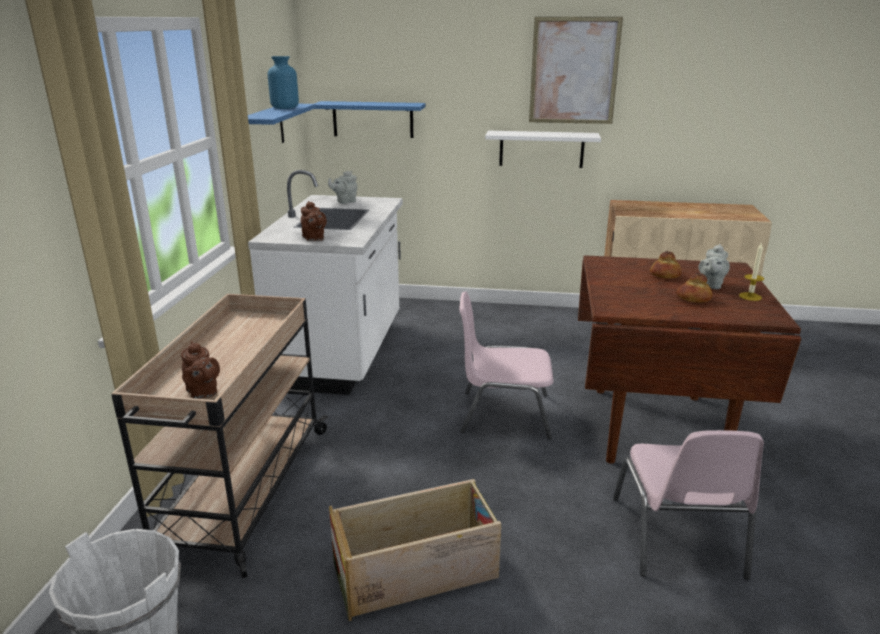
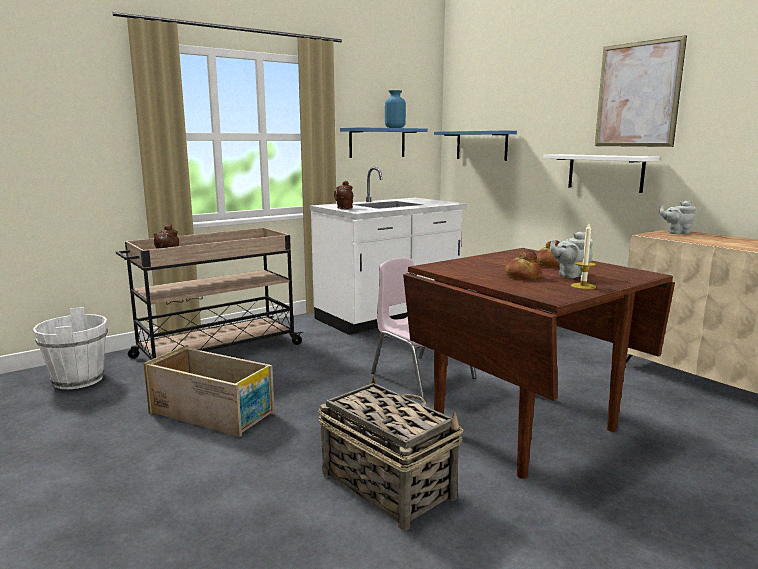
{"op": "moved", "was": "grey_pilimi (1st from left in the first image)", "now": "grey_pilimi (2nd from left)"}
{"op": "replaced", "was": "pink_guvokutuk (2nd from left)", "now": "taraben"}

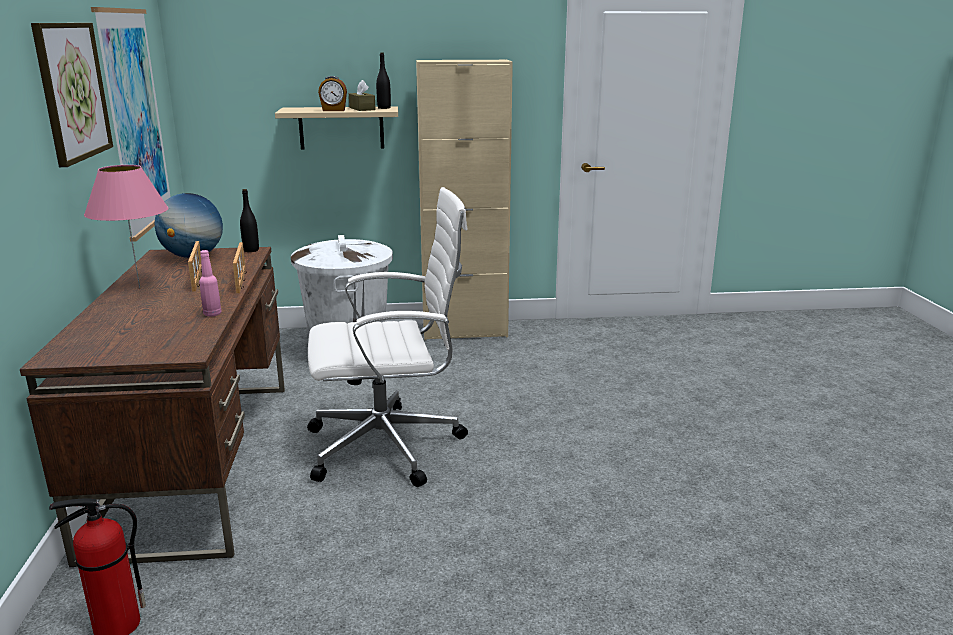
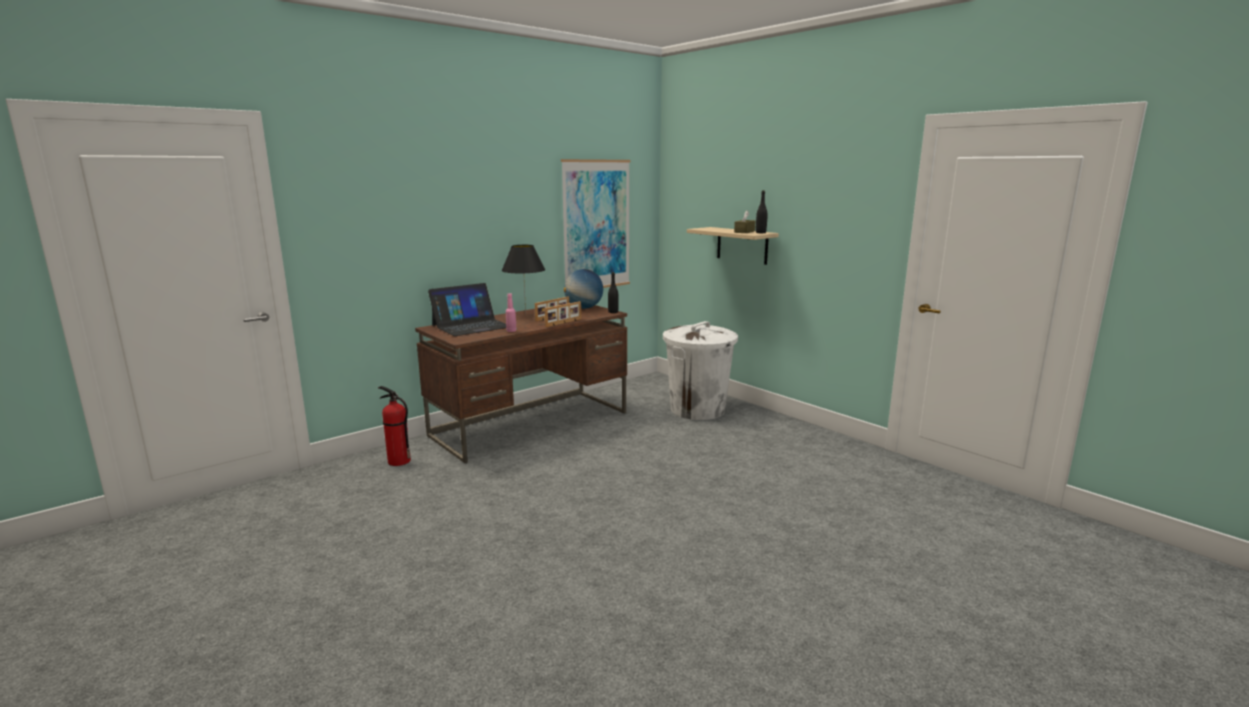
{"op": "removed", "was": "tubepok (1st from left)"}
{"op": "recoloured", "was": "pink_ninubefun", "now": "black_ninubefun"}
{"op": "removed", "was": "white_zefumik"}
{"op": "removed", "was": "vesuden"}
{"op": "removed", "was": "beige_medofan"}
{"op": "added", "now": "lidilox"}

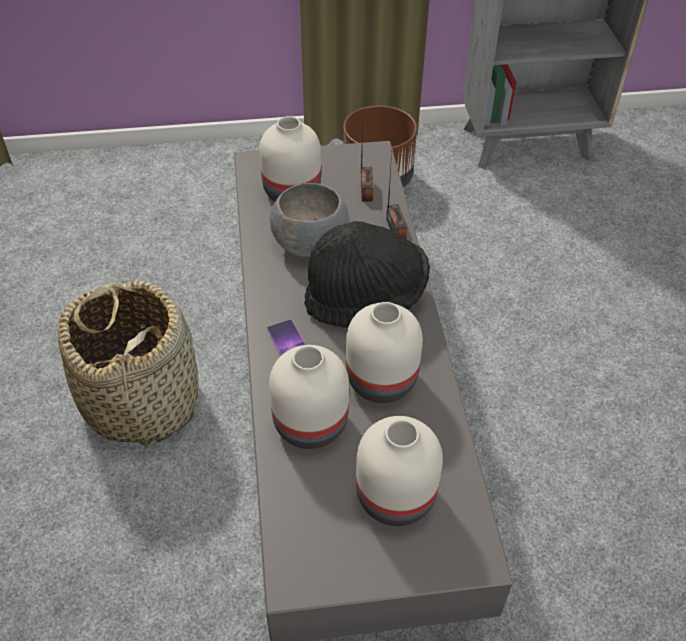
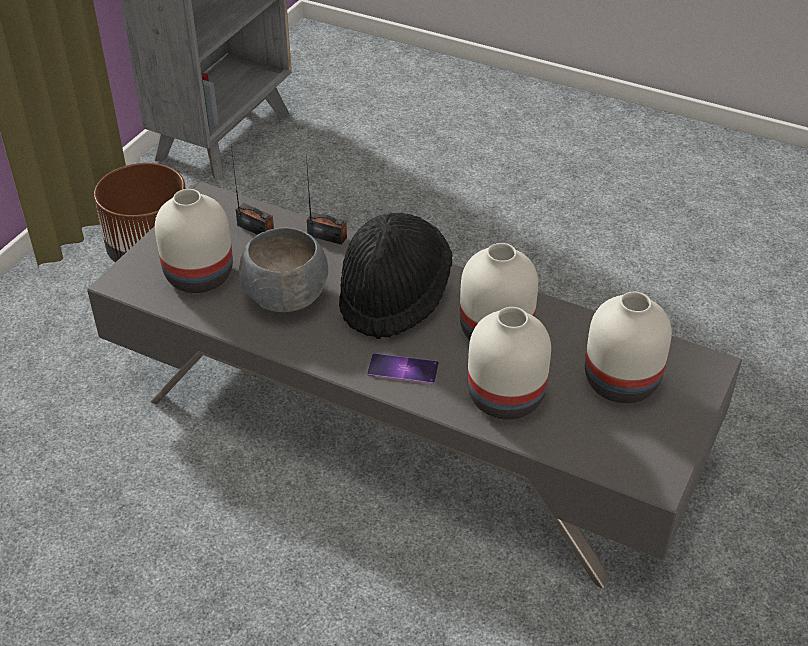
{"op": "removed", "was": "taraben"}

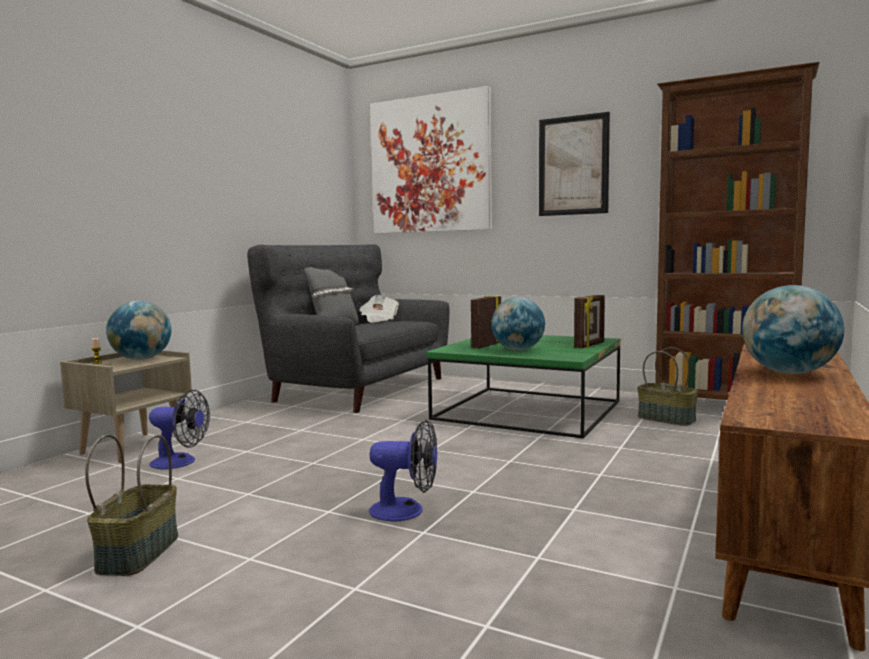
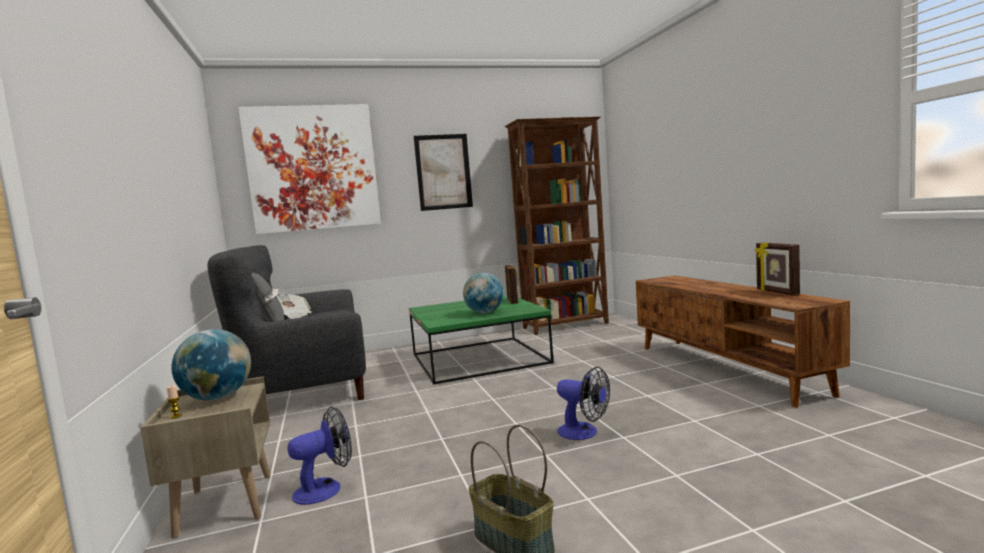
{"op": "turned", "was": "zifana (2nd from left)", "clockwise": 75}
{"op": "moved", "was": "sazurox (1st from left in the first image)", "now": "sazurox (2nd from left)"}
{"op": "removed", "was": "taraben (2nd from left)"}
{"op": "removed", "was": "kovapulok (3rd from left)"}

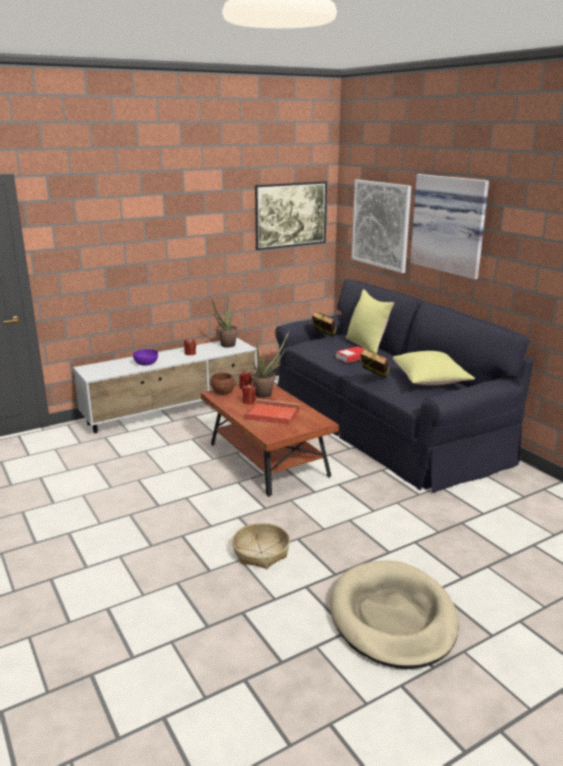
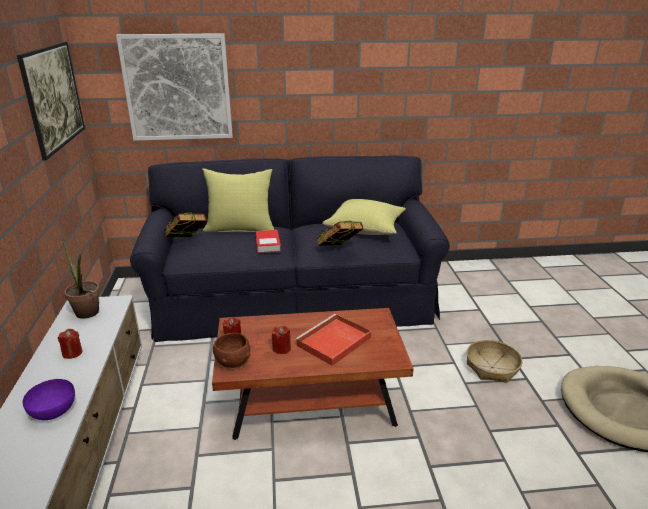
{"op": "moved", "was": "taraben"}
{"op": "removed", "was": "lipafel (2nd from left)"}
{"op": "removed", "was": "tubepok (3rd from left)"}

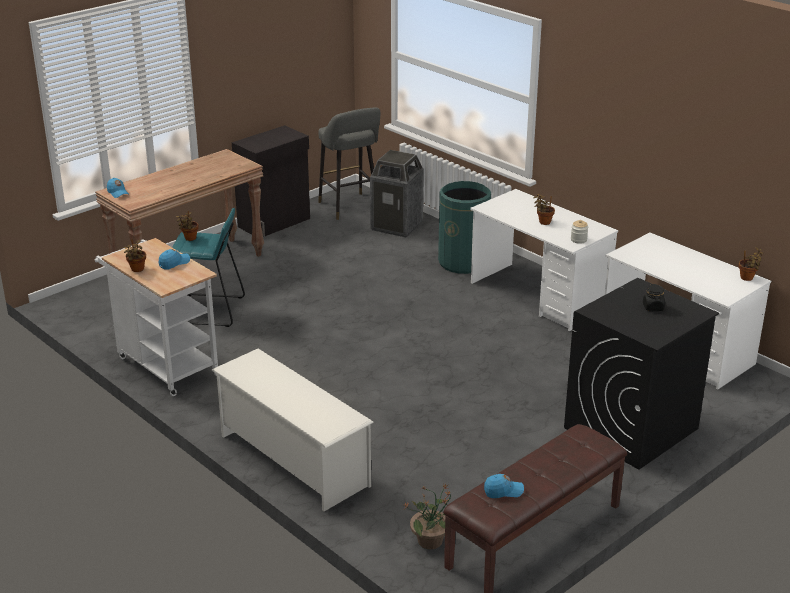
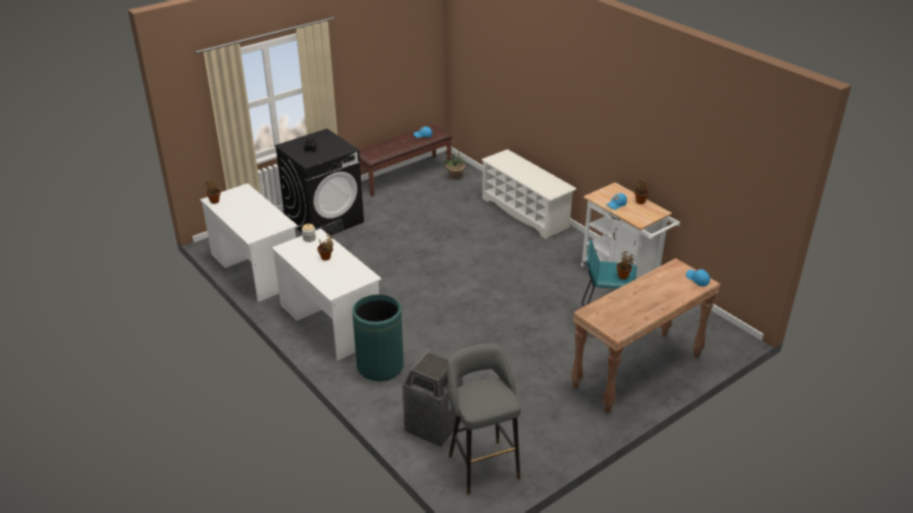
{"op": "removed", "was": "black_medofan"}

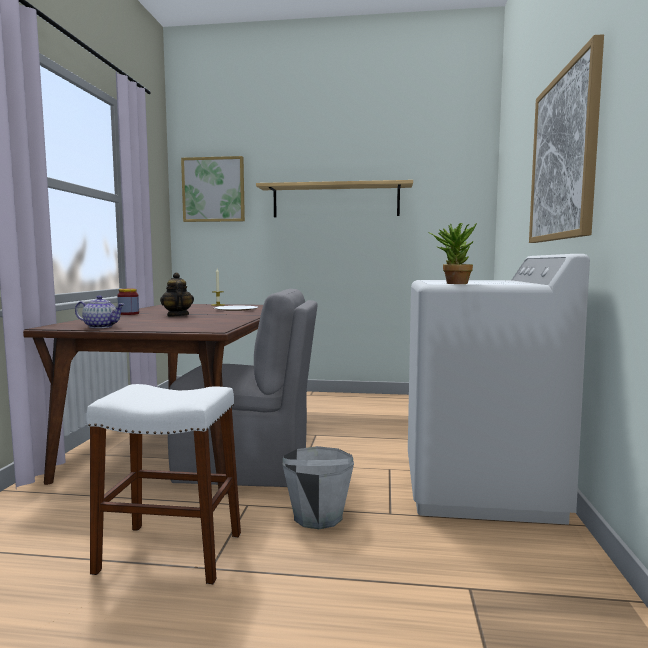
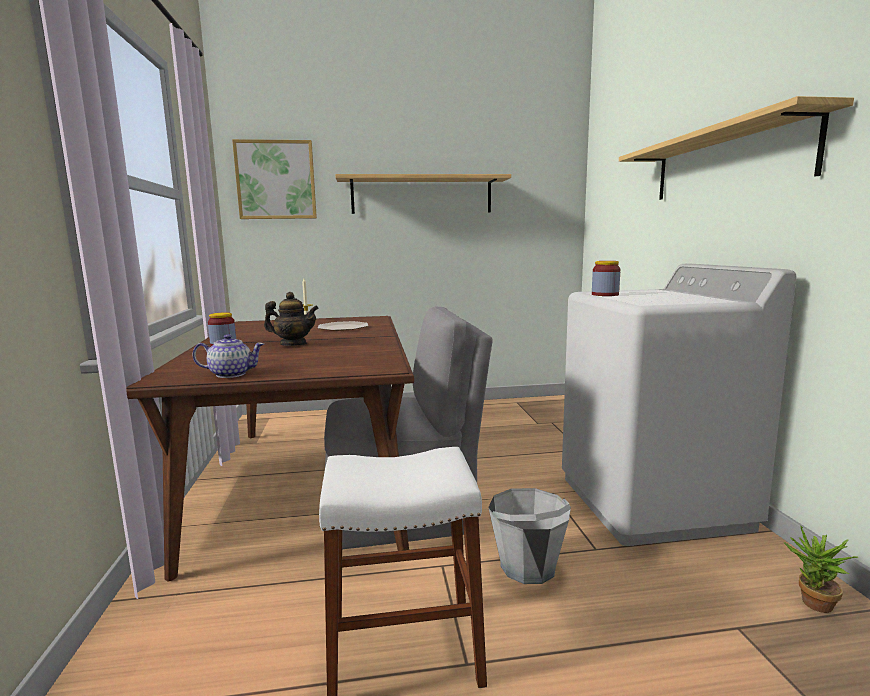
{"op": "turned", "was": "pilimi (2nd from left)", "clockwise": 135}
{"op": "moved", "was": "lipafel"}
{"op": "replaced", "was": "tubepok (2nd from left)", "now": "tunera (2nd from left)"}
{"op": "added", "now": "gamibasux (2nd from left)"}

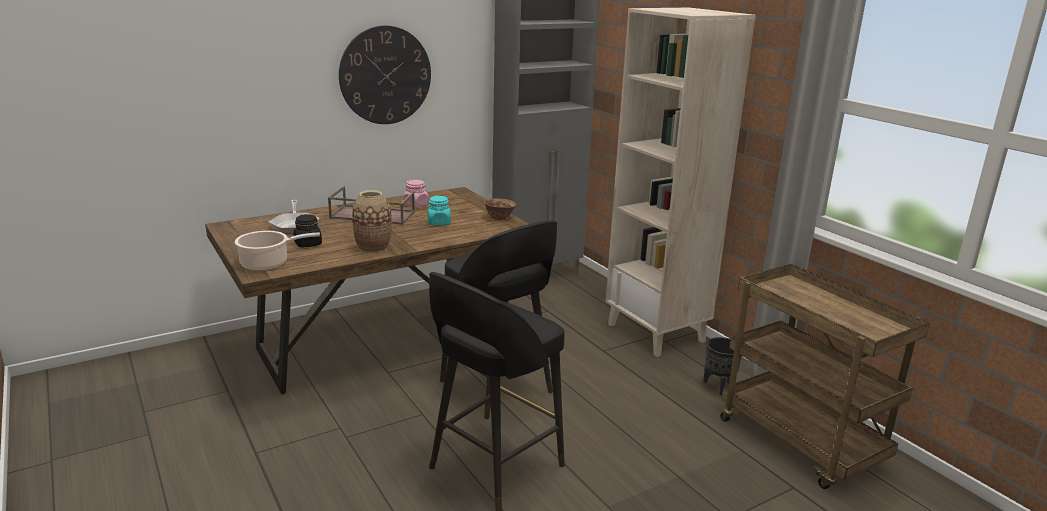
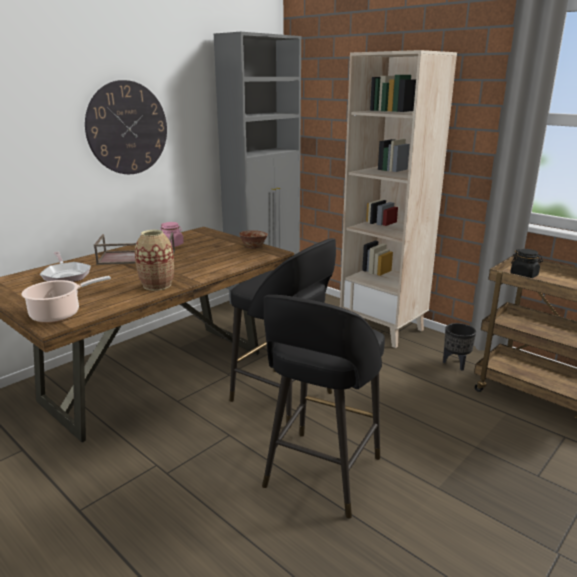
{"op": "moved", "was": "black_gamibasux"}
{"op": "removed", "was": "turquoise_gamibasux"}

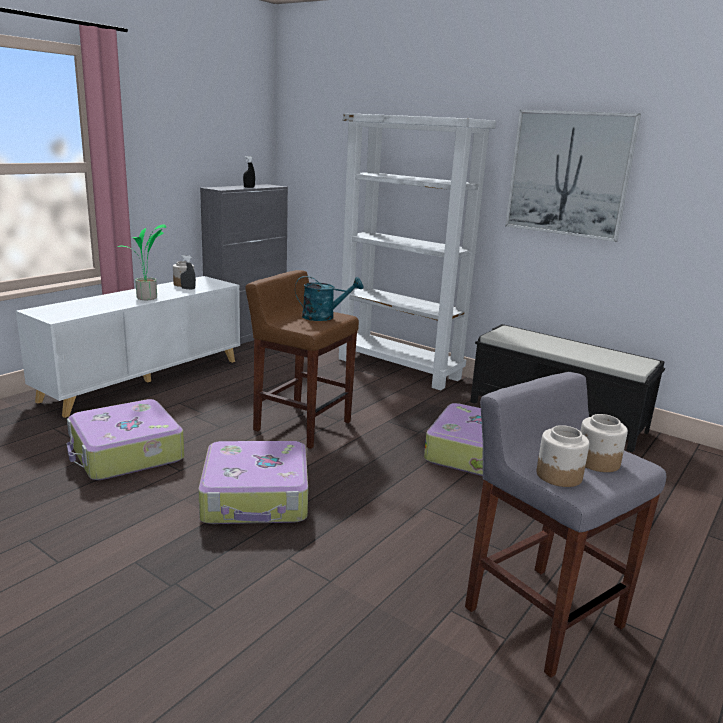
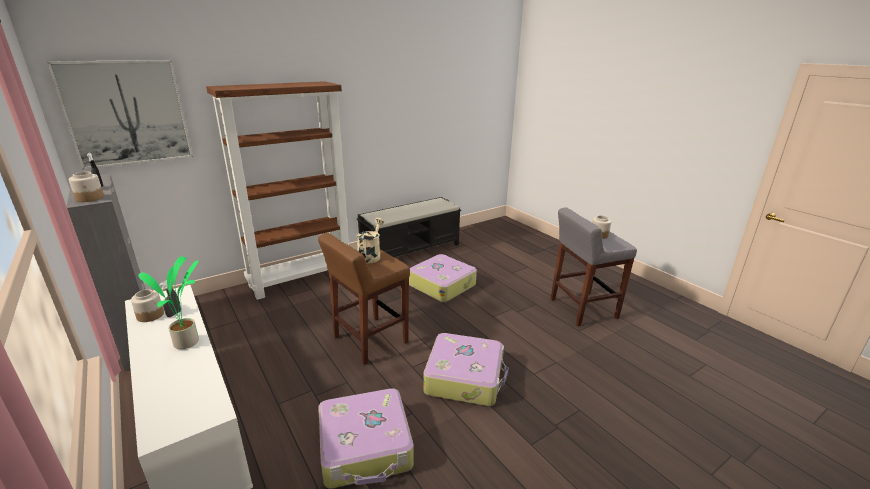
{"op": "recoloured", "was": "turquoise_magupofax", "now": "beige_magupofax"}
{"op": "recoloured", "was": "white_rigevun", "now": "brown_rigevun"}
{"op": "moved", "was": "tubepok"}
{"op": "moved", "was": "gamibasux (2nd from left in the first image)", "now": "gamibasux (1st from left)"}

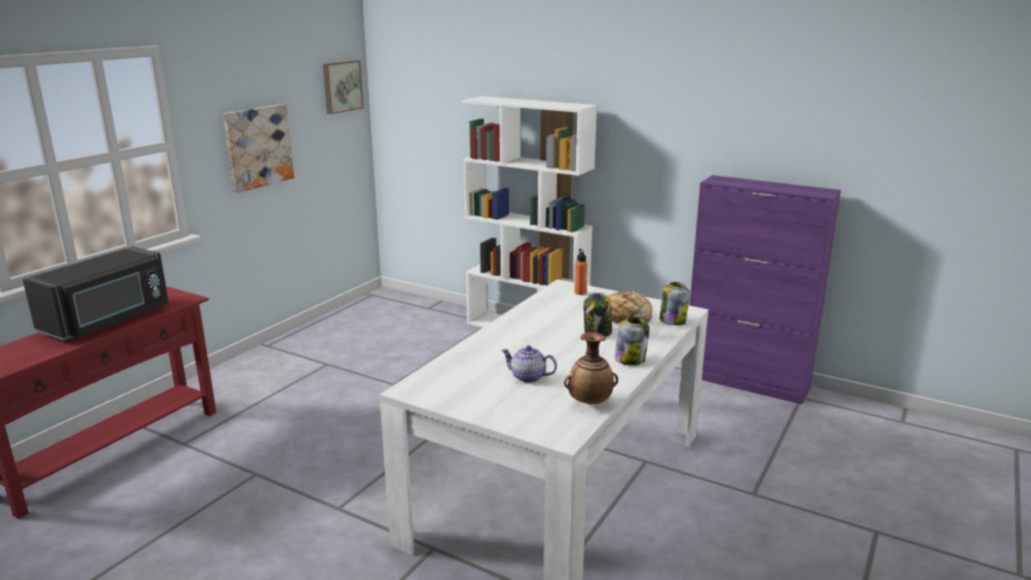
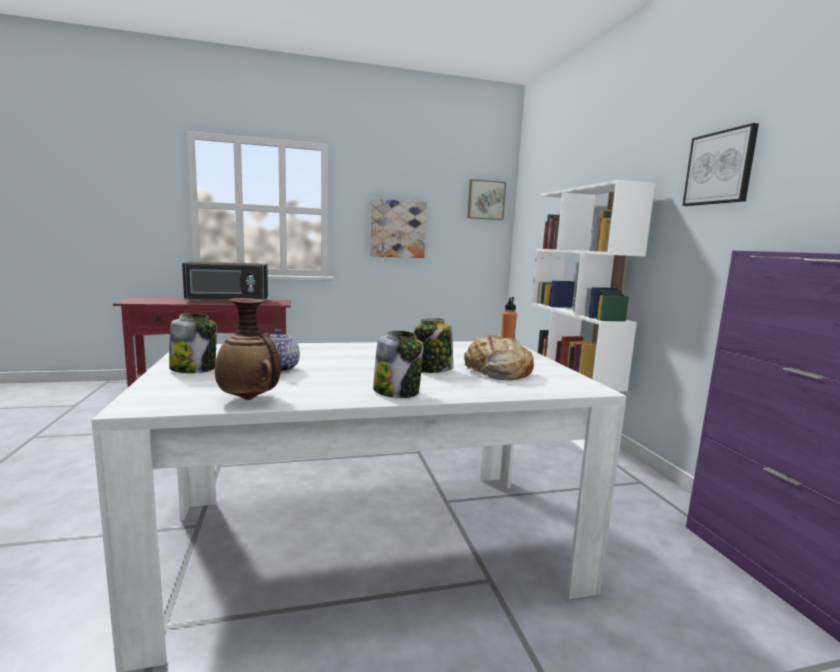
{"op": "moved", "was": "gamibasux (3rd from left in the first image)", "now": "gamibasux (1st from left)"}
{"op": "added", "now": "tubepok (3rd from left)"}

